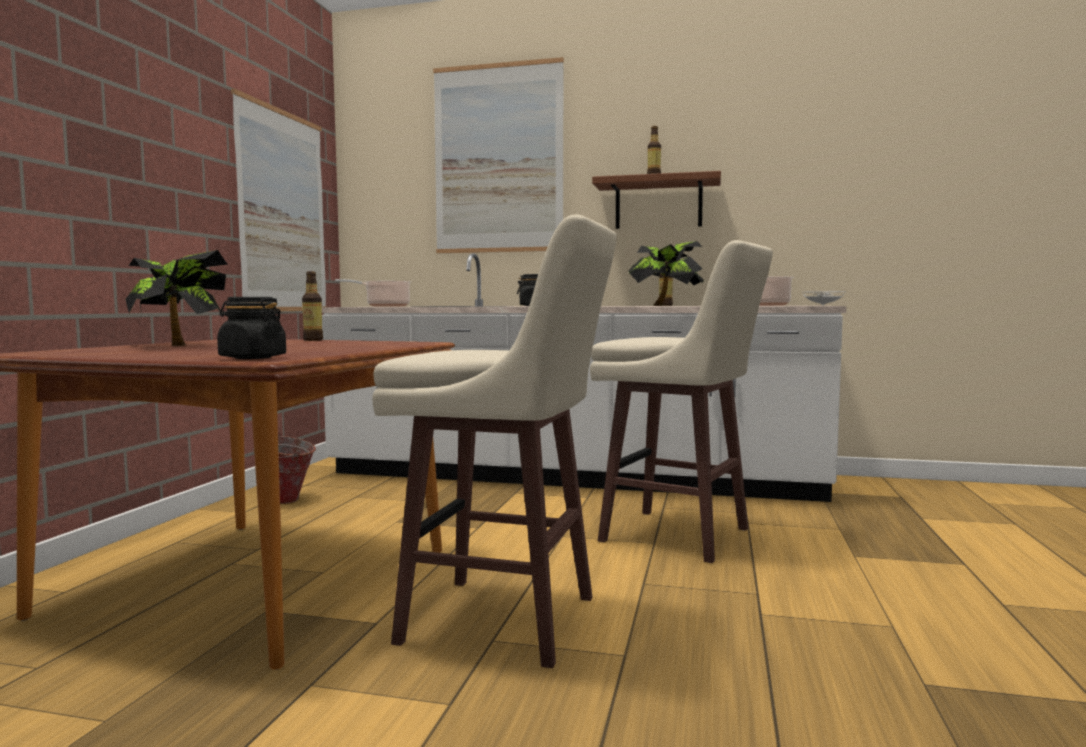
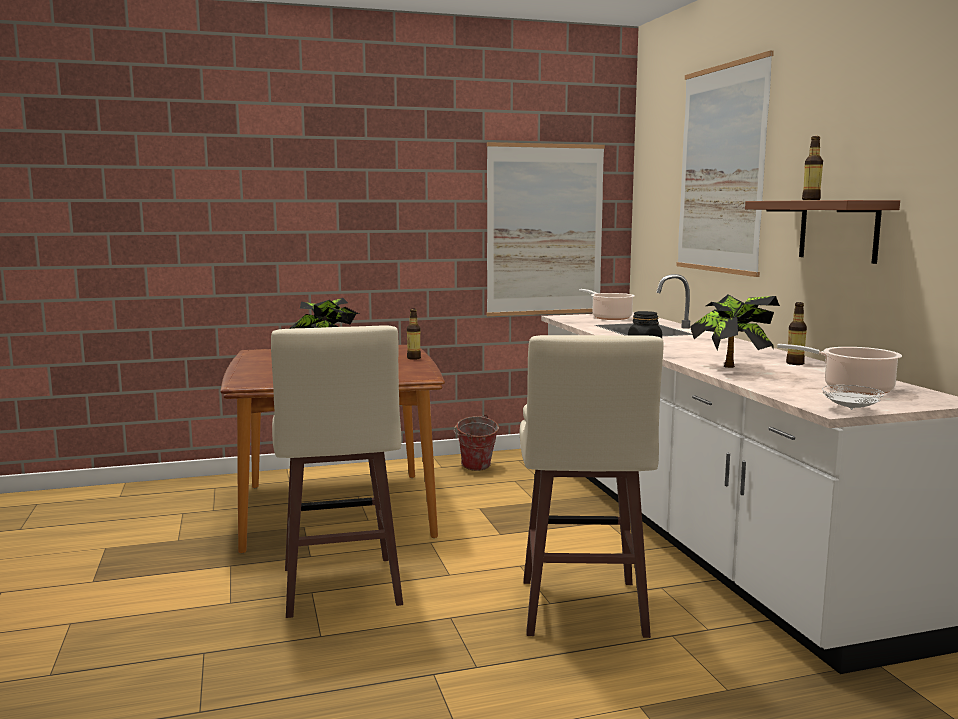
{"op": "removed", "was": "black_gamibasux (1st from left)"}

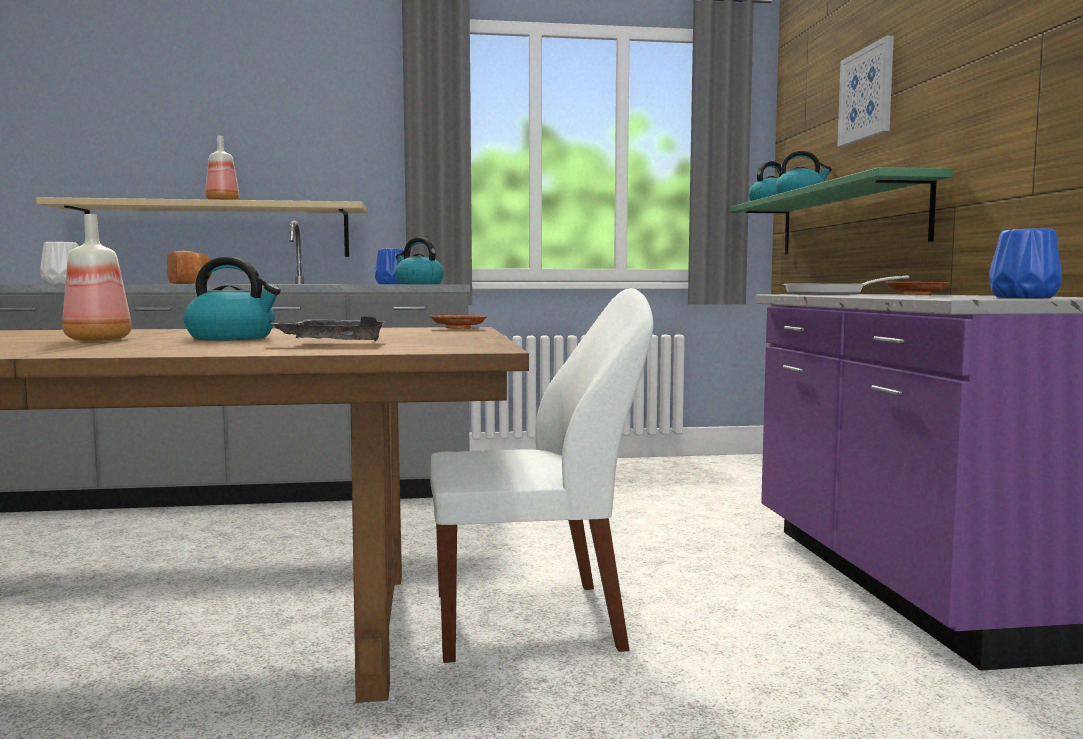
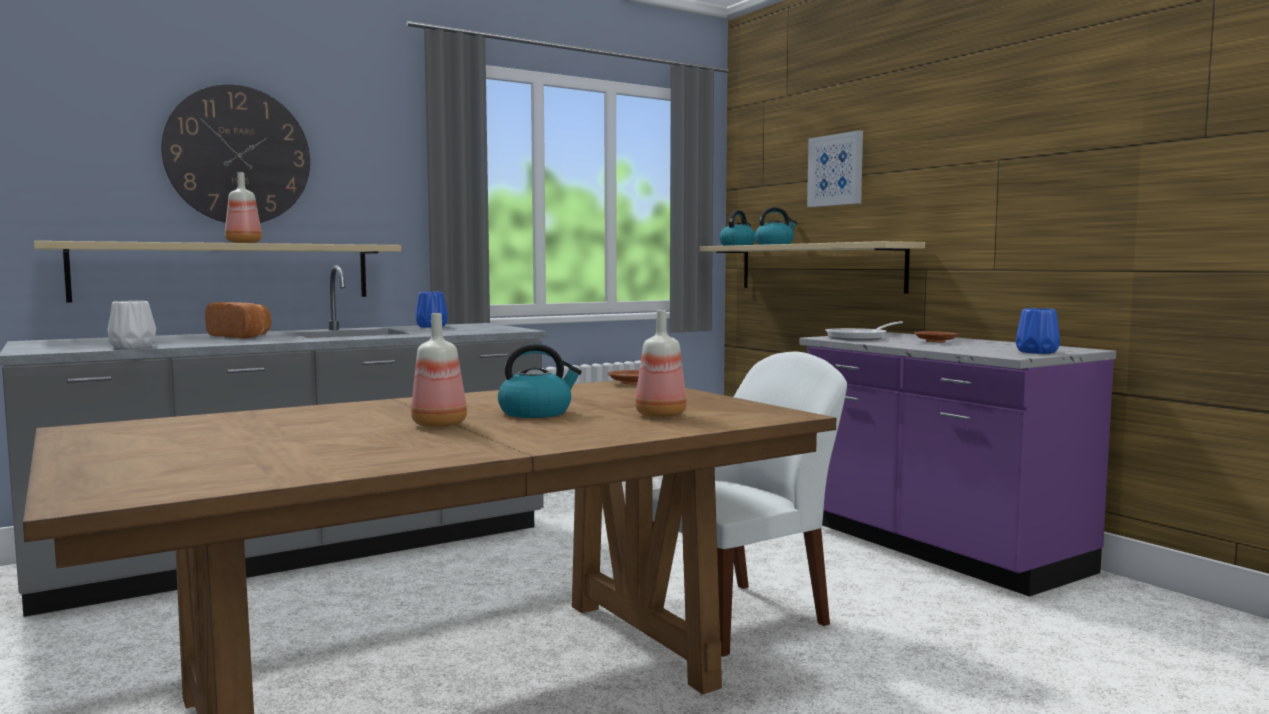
{"op": "replaced", "was": "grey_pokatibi", "now": "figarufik (3rd from left)"}
{"op": "removed", "was": "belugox (2nd from left)"}
{"op": "recoloured", "was": "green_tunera", "now": "beige_tunera (2nd from left)"}
{"op": "added", "now": "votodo"}

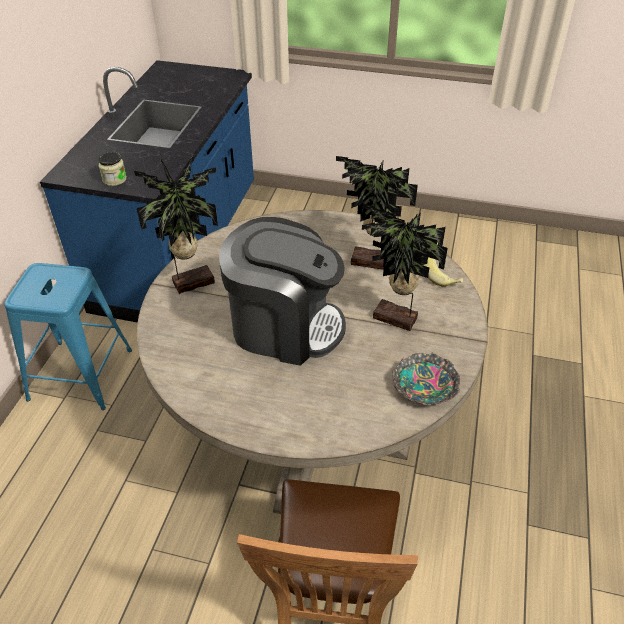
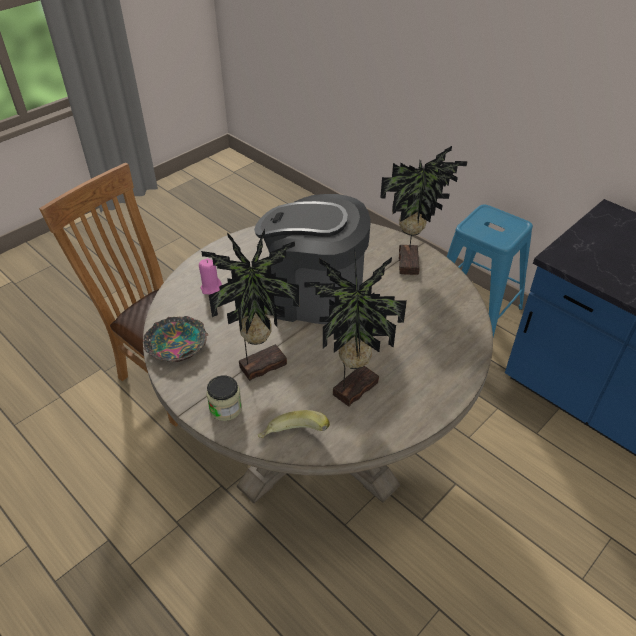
{"op": "moved", "was": "gamibasux"}
{"op": "turned", "was": "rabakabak", "clockwise": 60}
{"op": "added", "now": "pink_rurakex"}

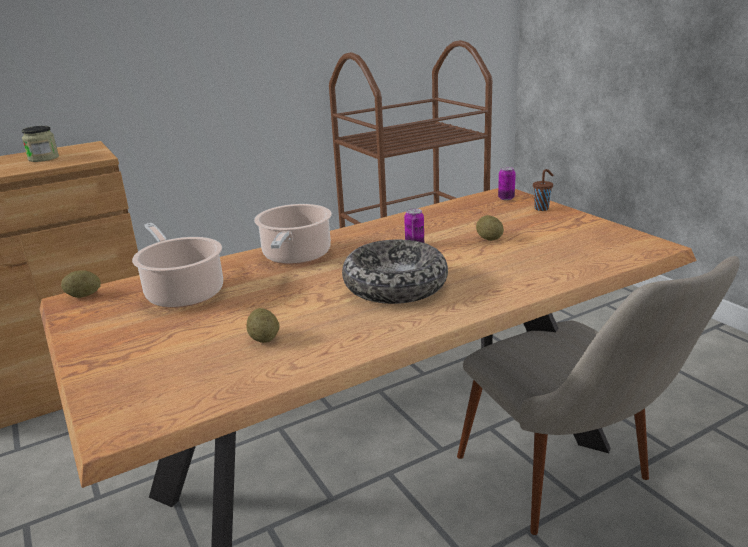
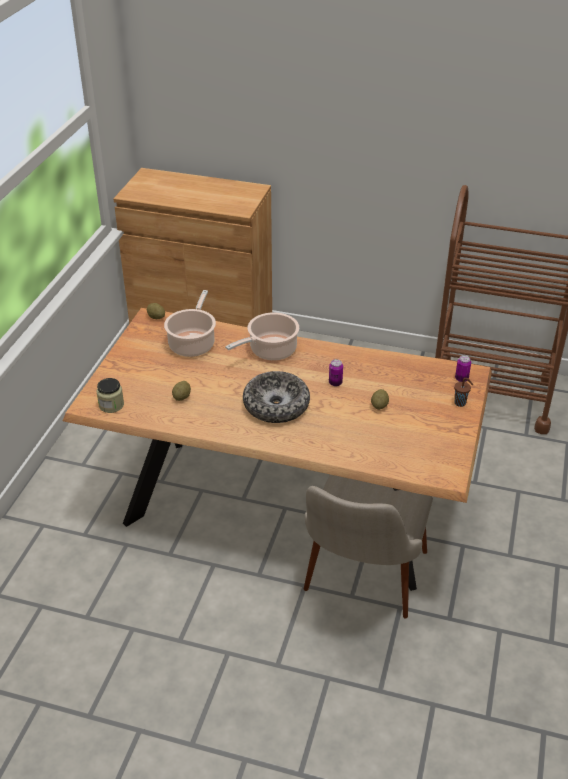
{"op": "moved", "was": "gamibasux"}

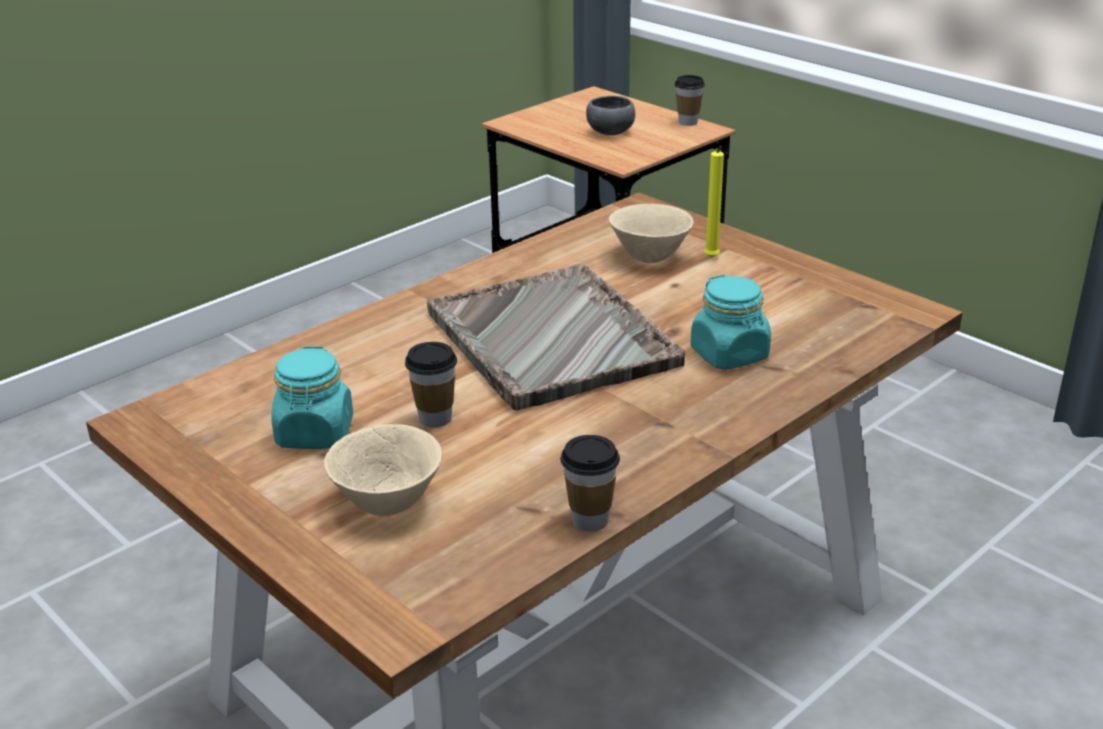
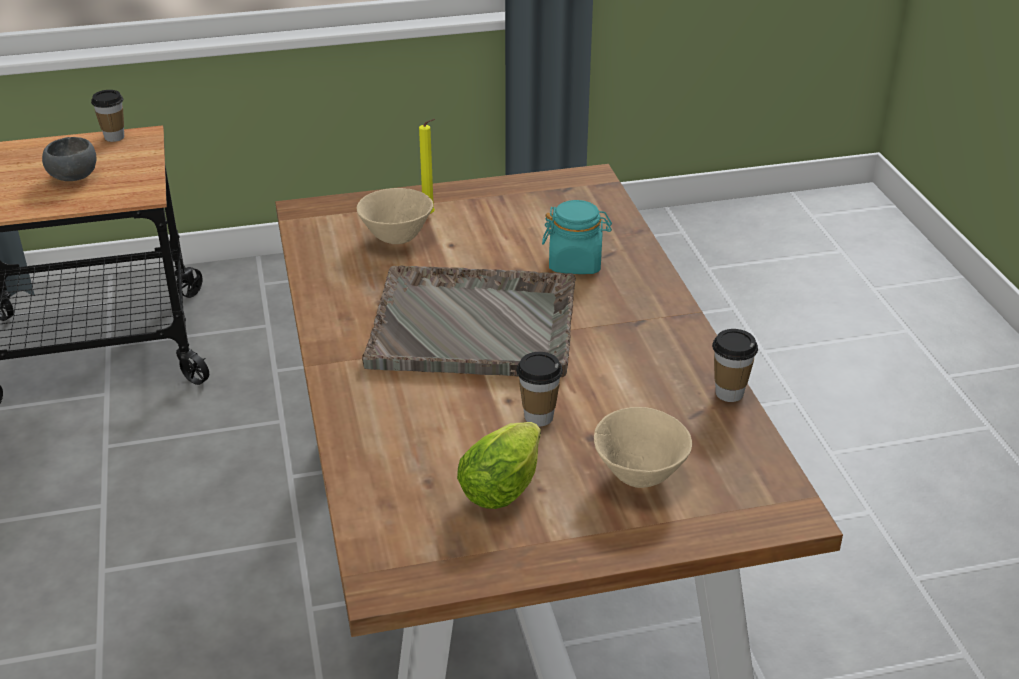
{"op": "replaced", "was": "turquoise_gamibasux (1st from left)", "now": "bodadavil"}

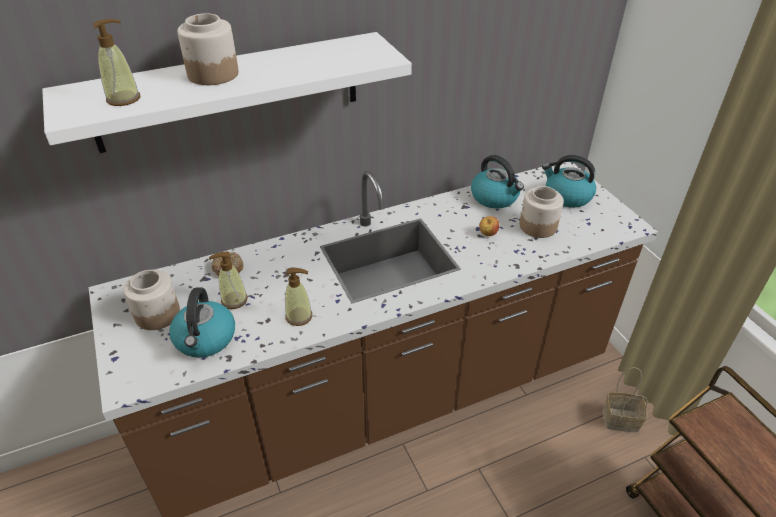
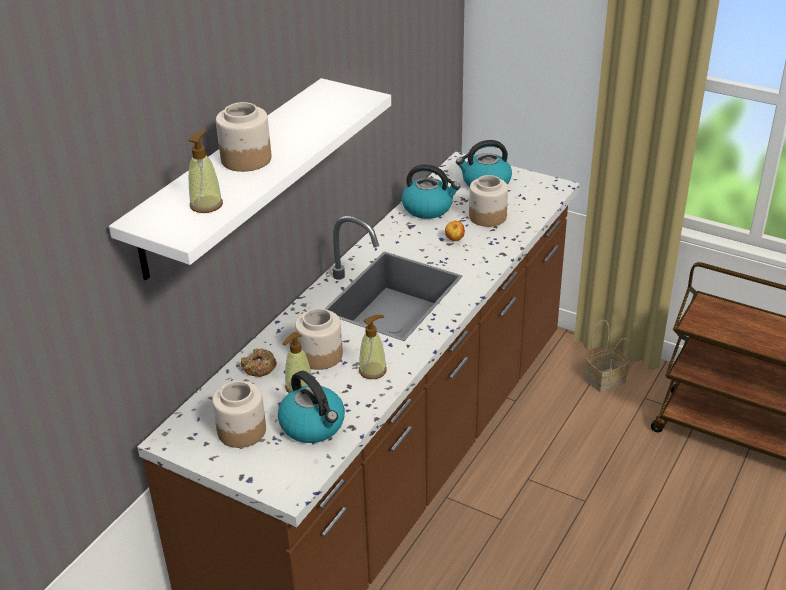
{"op": "added", "now": "gamibasux (3rd from left)"}

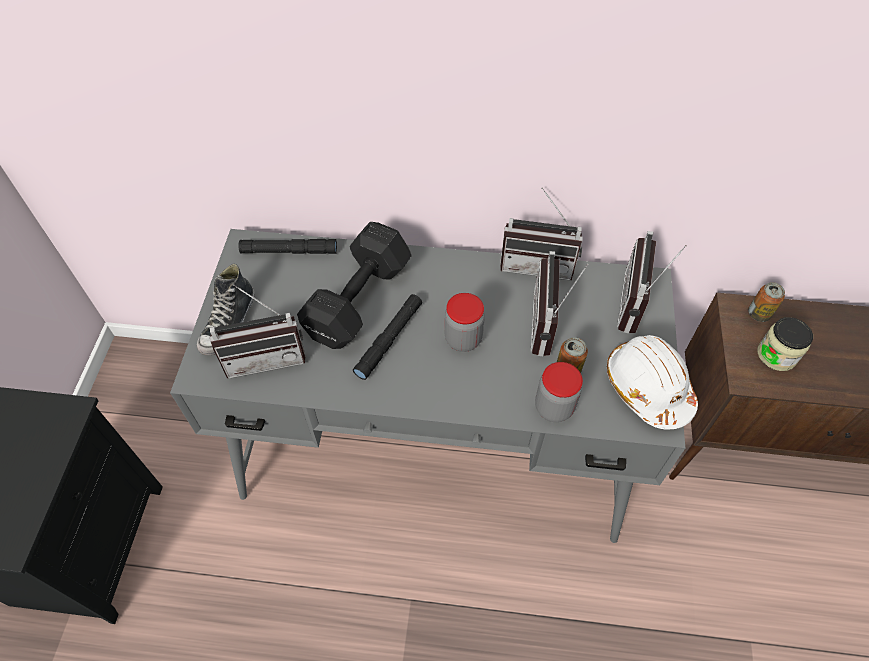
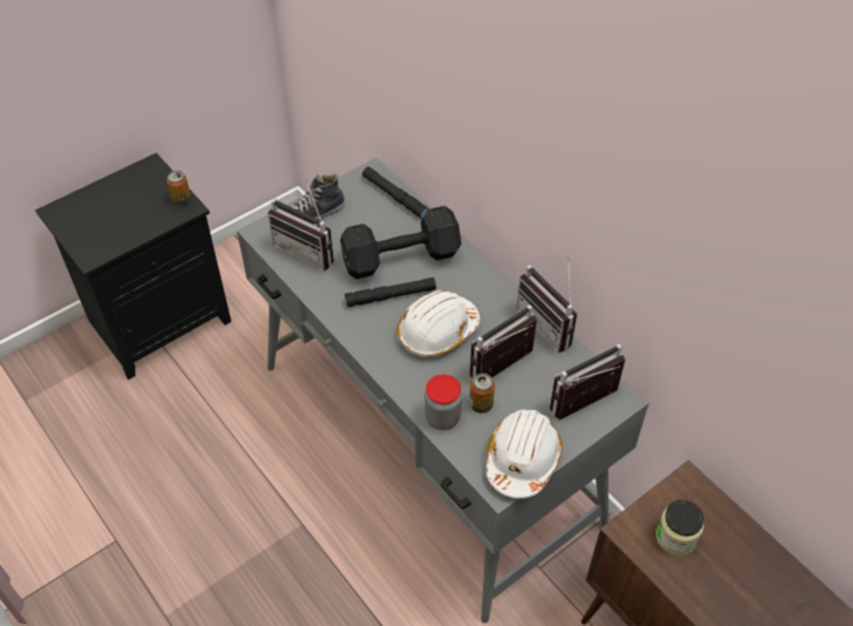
{"op": "replaced", "was": "gamibasux (1st from left)", "now": "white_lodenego (1st from left)"}
{"op": "moved", "was": "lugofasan (2nd from left in the first image)", "now": "lugofasan (1st from left)"}

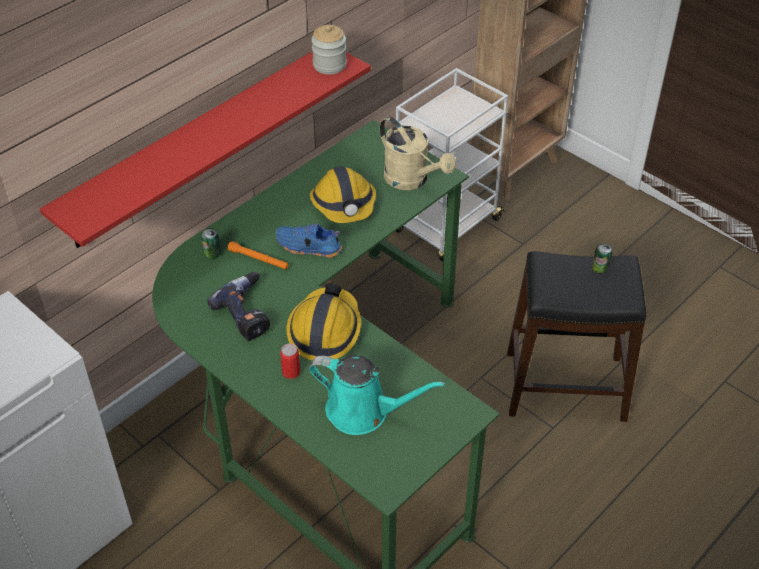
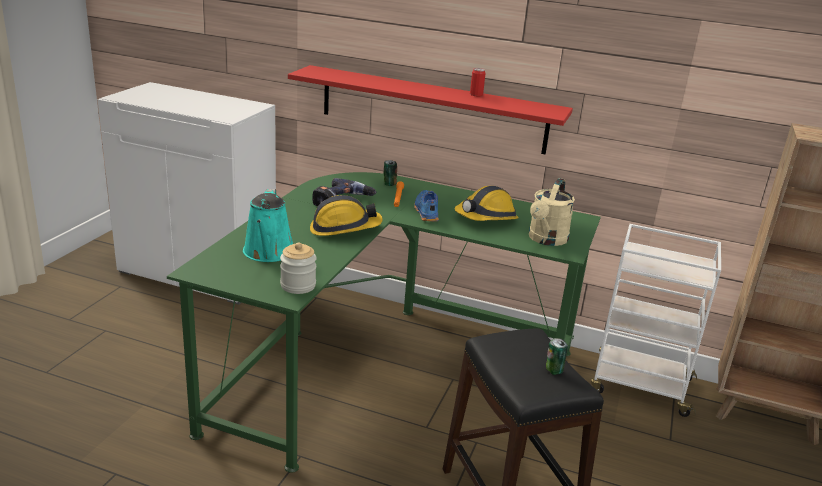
{"op": "moved", "was": "lugofasan (2nd from left)"}
{"op": "moved", "was": "gamibasux"}

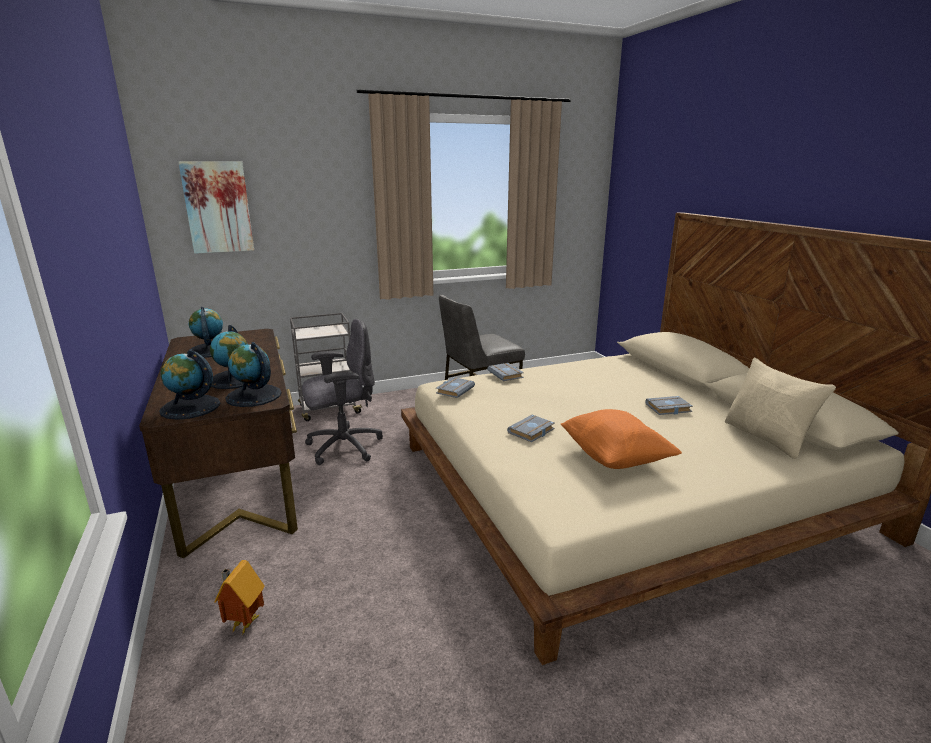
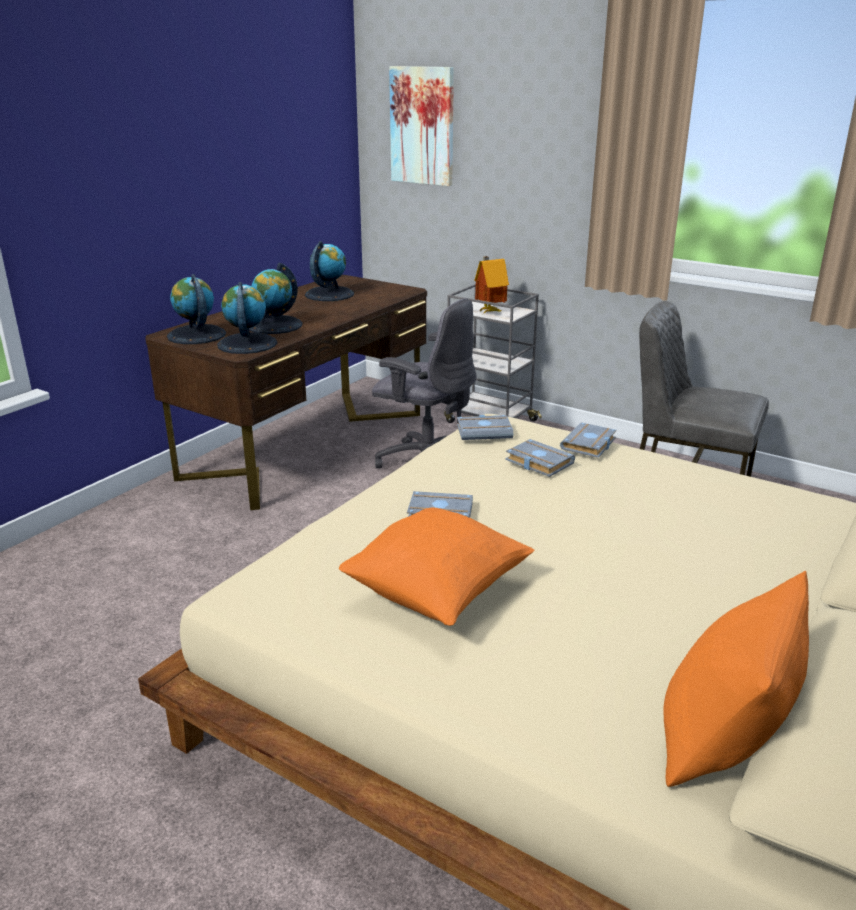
{"op": "moved", "was": "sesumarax"}
{"op": "moved", "was": "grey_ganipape (4th from left in the first image)", "now": "grey_ganipape (3rd from left)"}
{"op": "recoloured", "was": "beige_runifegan", "now": "orange_runifegan (2nd from left)"}

